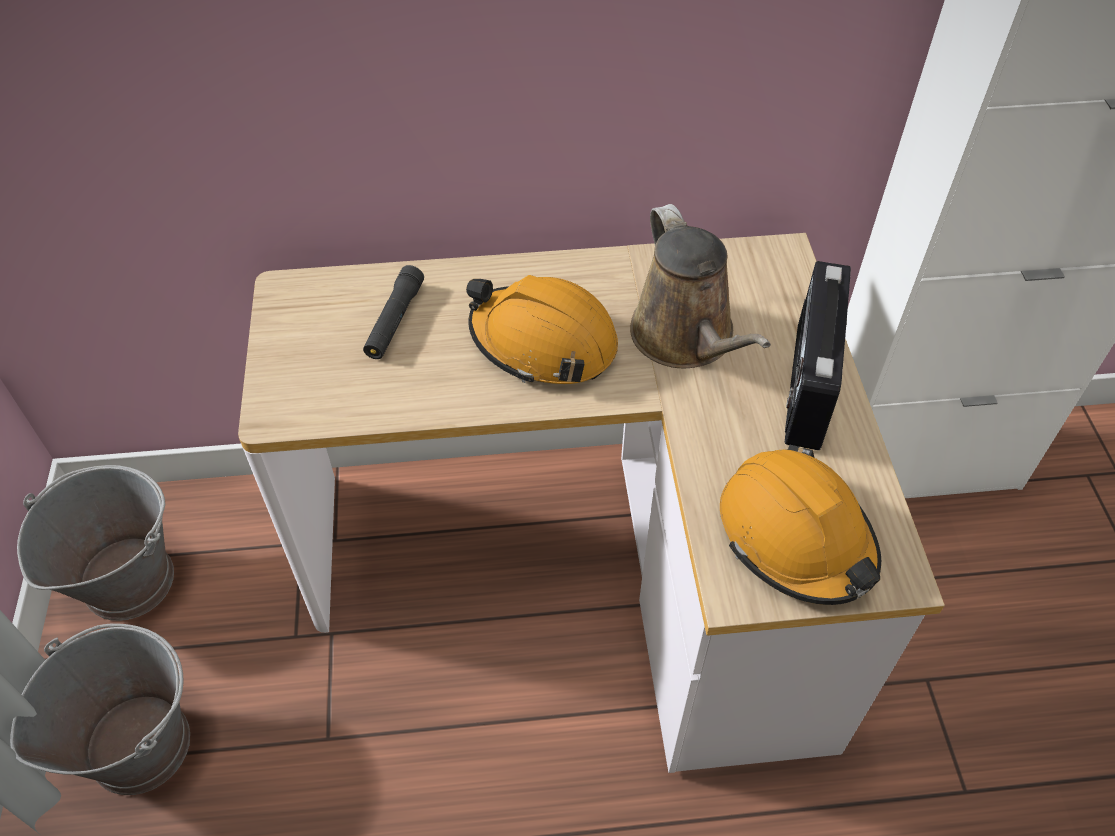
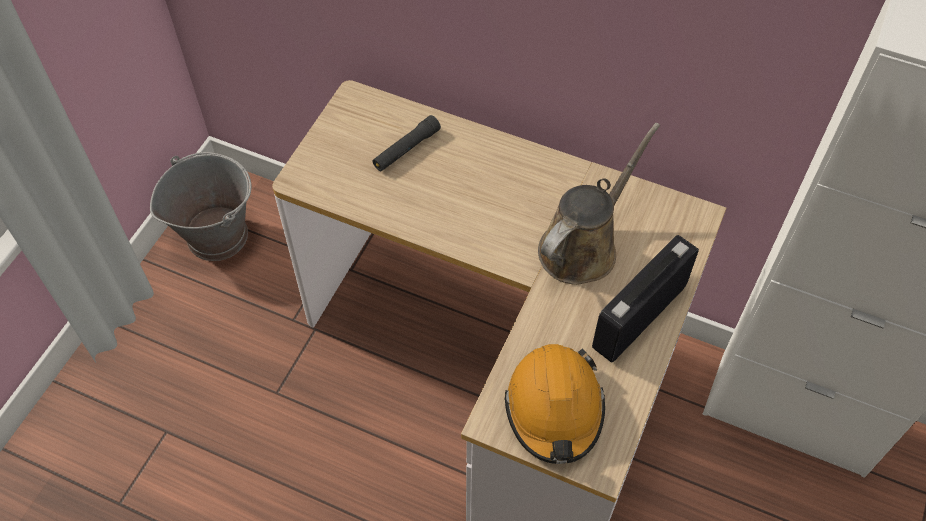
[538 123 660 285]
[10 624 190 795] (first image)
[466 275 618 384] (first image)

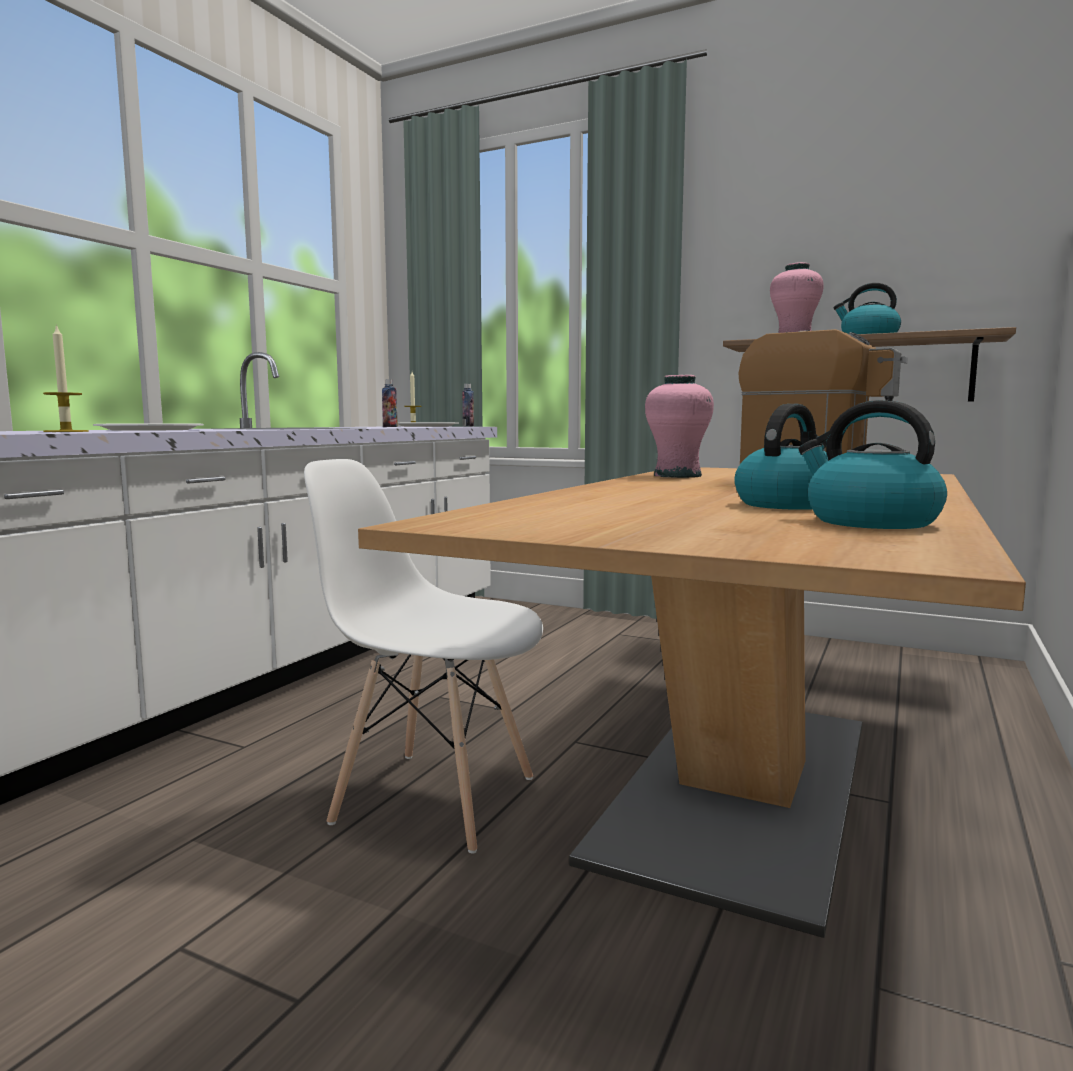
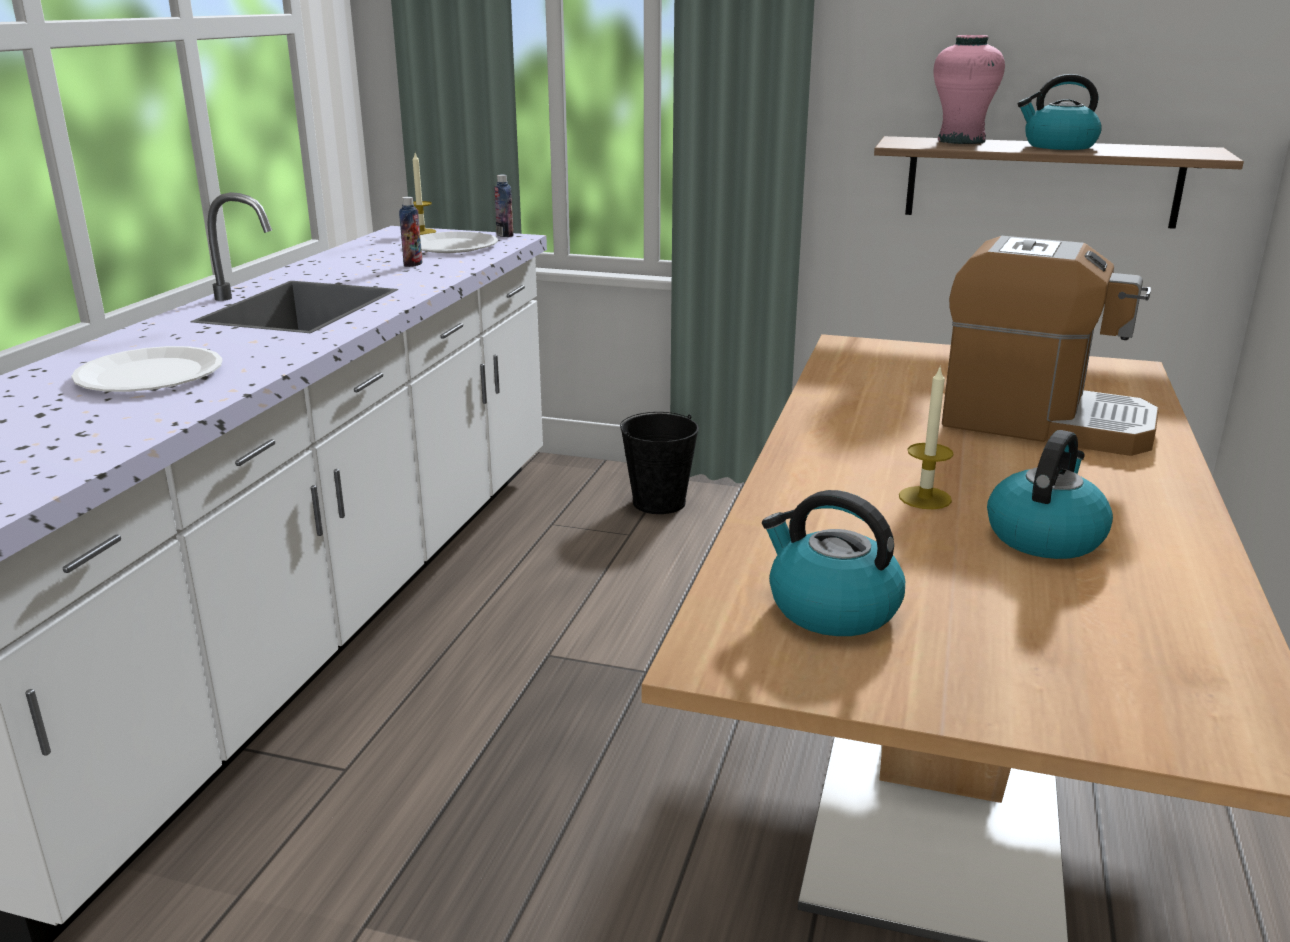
[620 412 699 514]
[762 490 905 636]
[899 365 954 509]
[304 459 543 854] (first image)
[645 375 714 478] (first image)

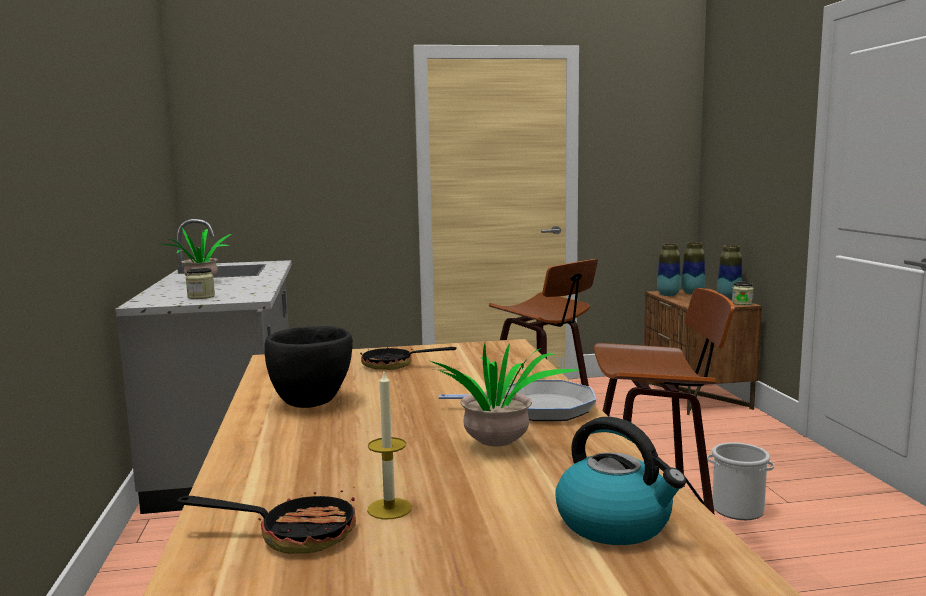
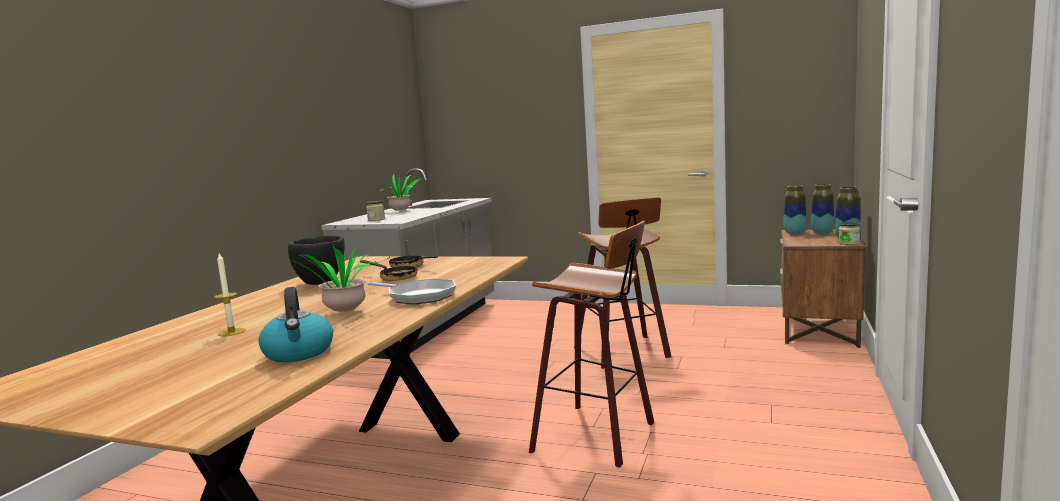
[360 260 417 281]
[707 442 774 520] (first image)

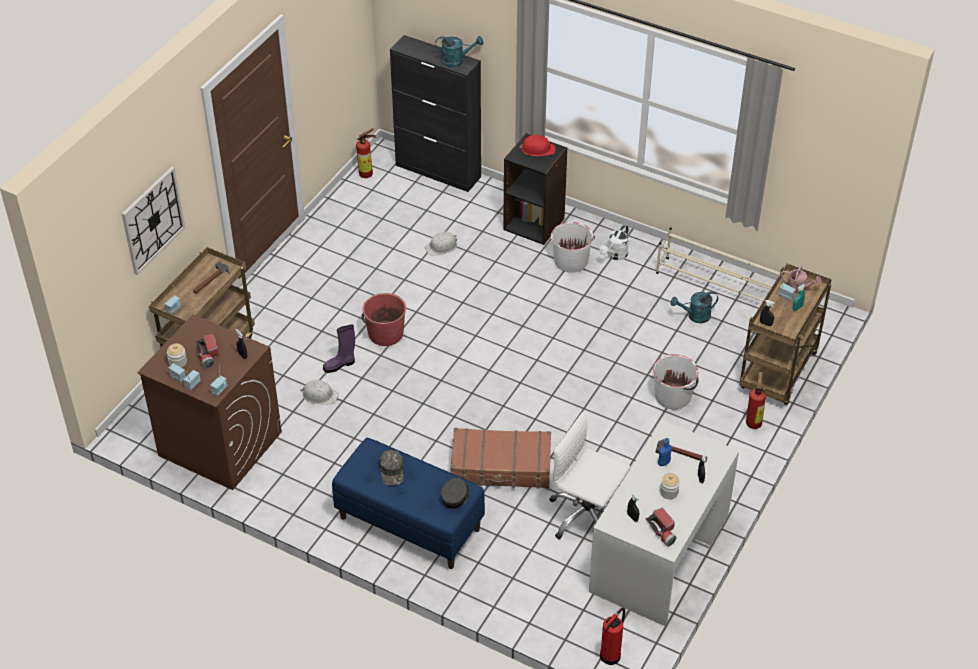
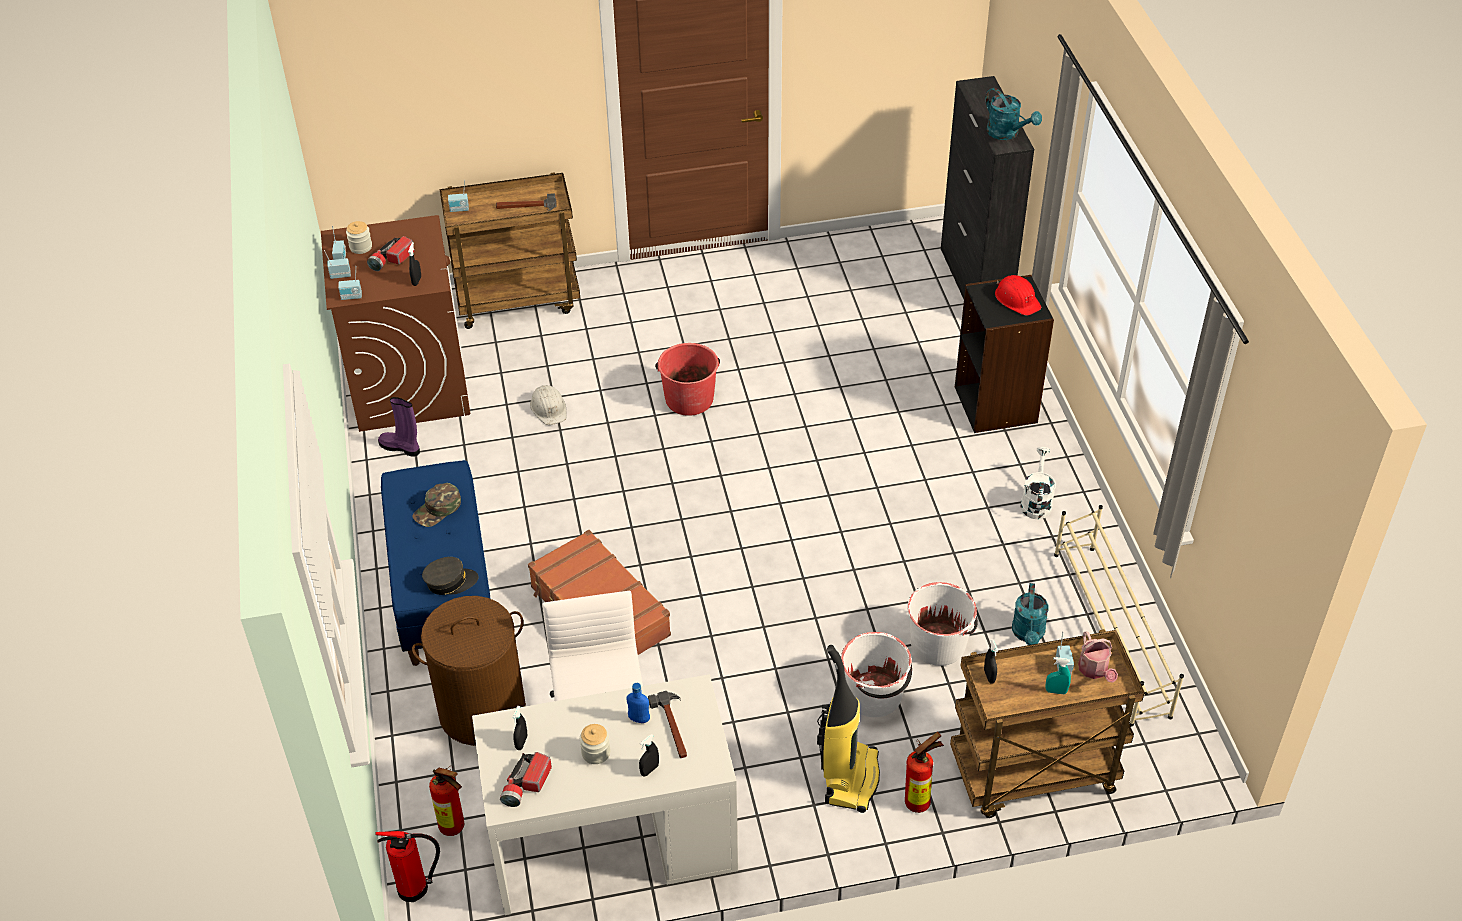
[378 397 420 457]
[412 596 526 746]
[429 765 464 836]
[817 645 880 813]
[907 582 978 666]
[1012 583 1049 645]
[1020 447 1056 519]
[122 167 185 275] (first image)
[425 231 457 256] (first image)

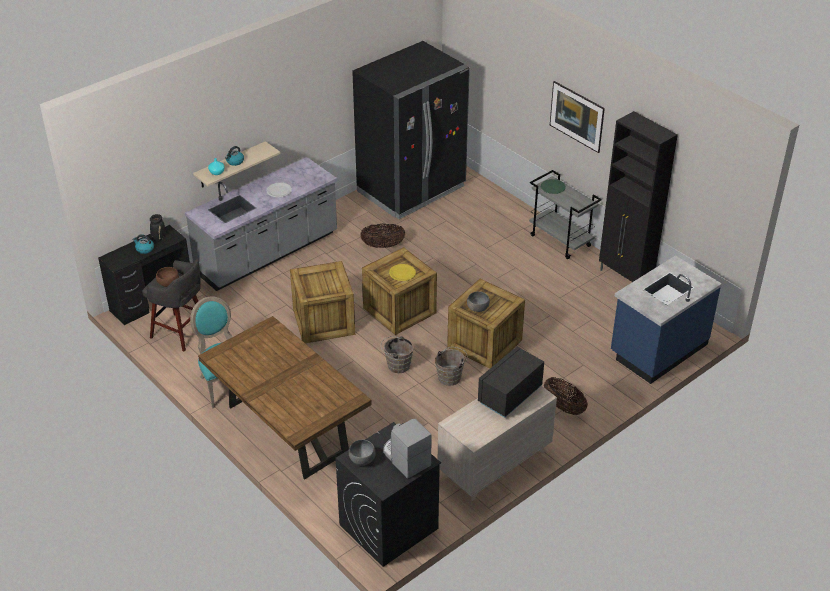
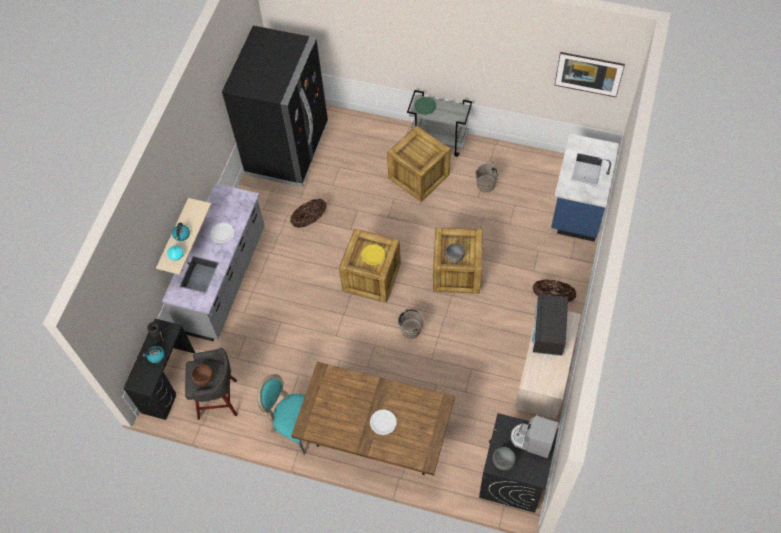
[370 409 397 435]
[387 125 451 202]
[476 161 499 193]
[555 52 625 97]
[599 111 678 282] (first image)

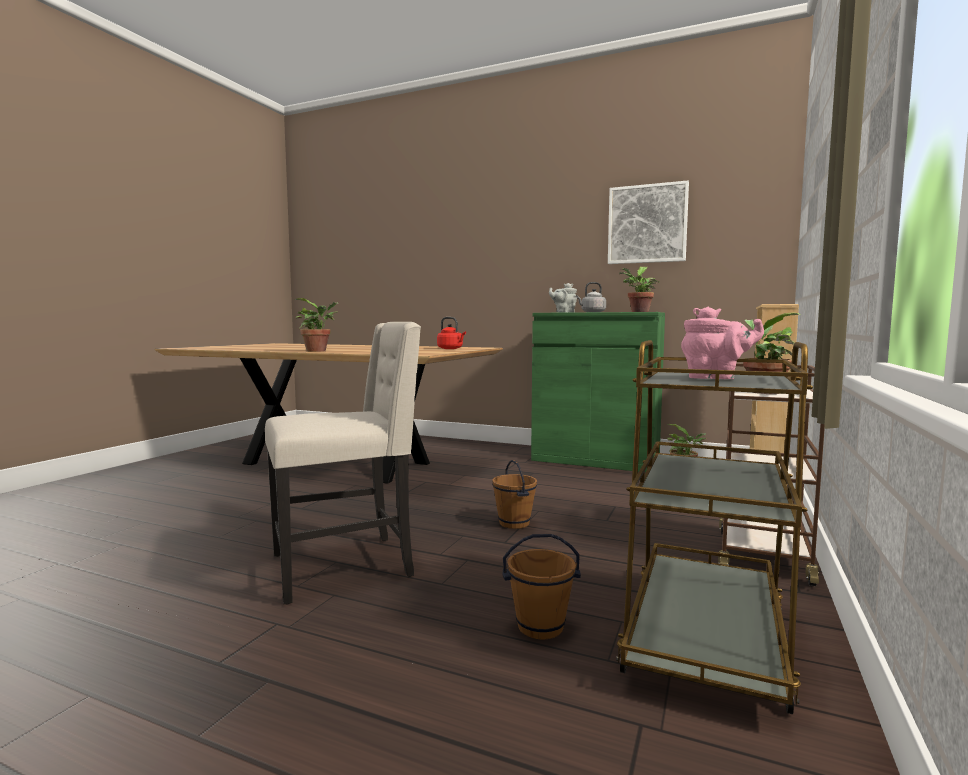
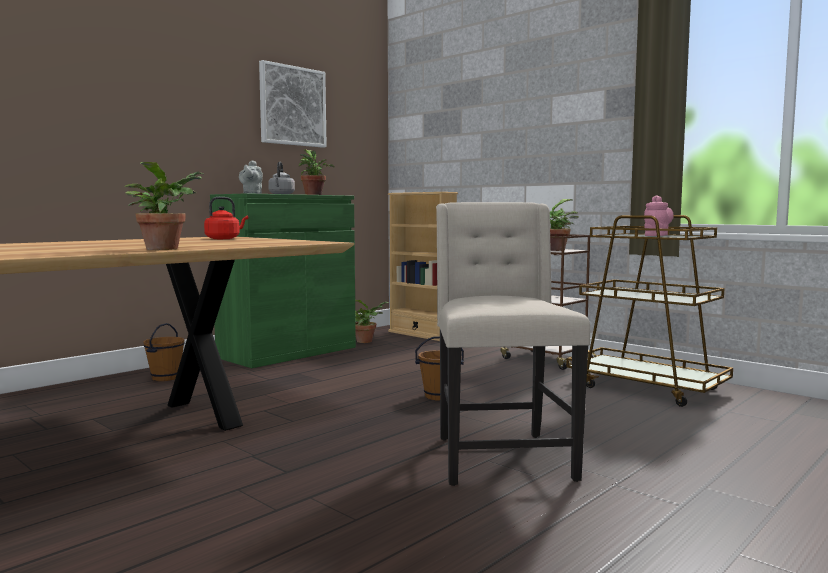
[143 323 185 381]

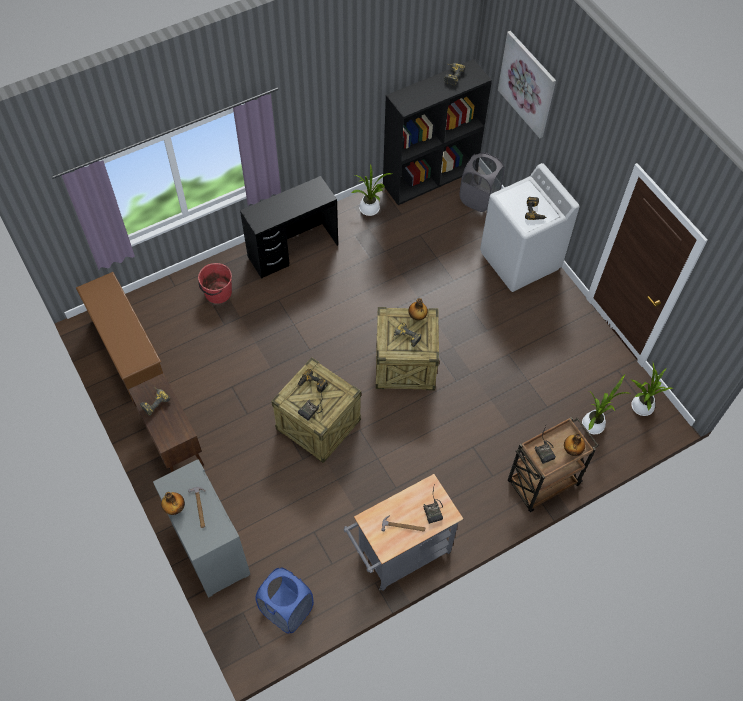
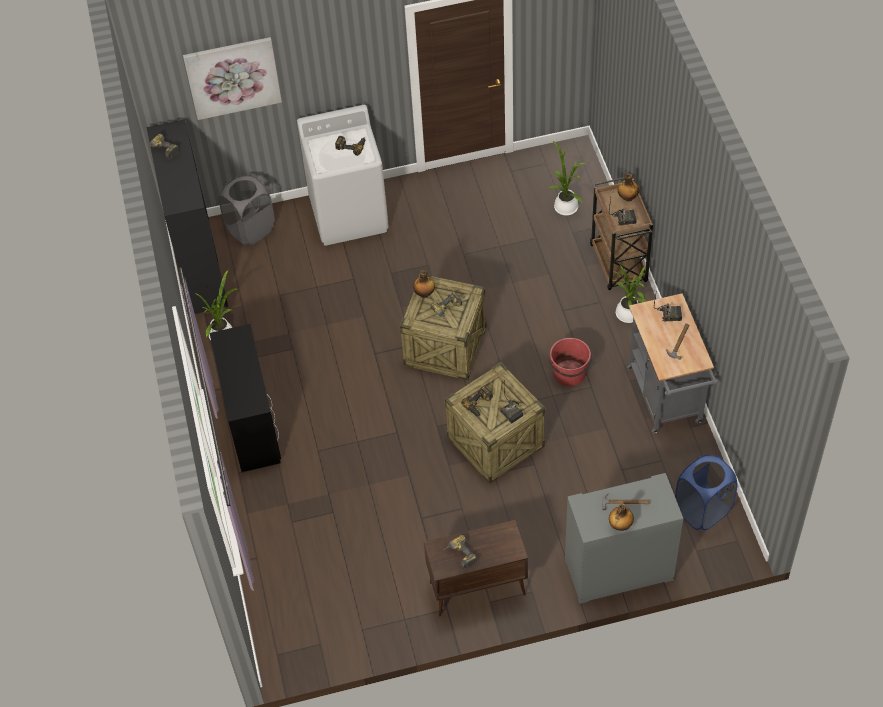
[549 338 593 386]
[612 264 646 323]
[76 272 163 401] (first image)

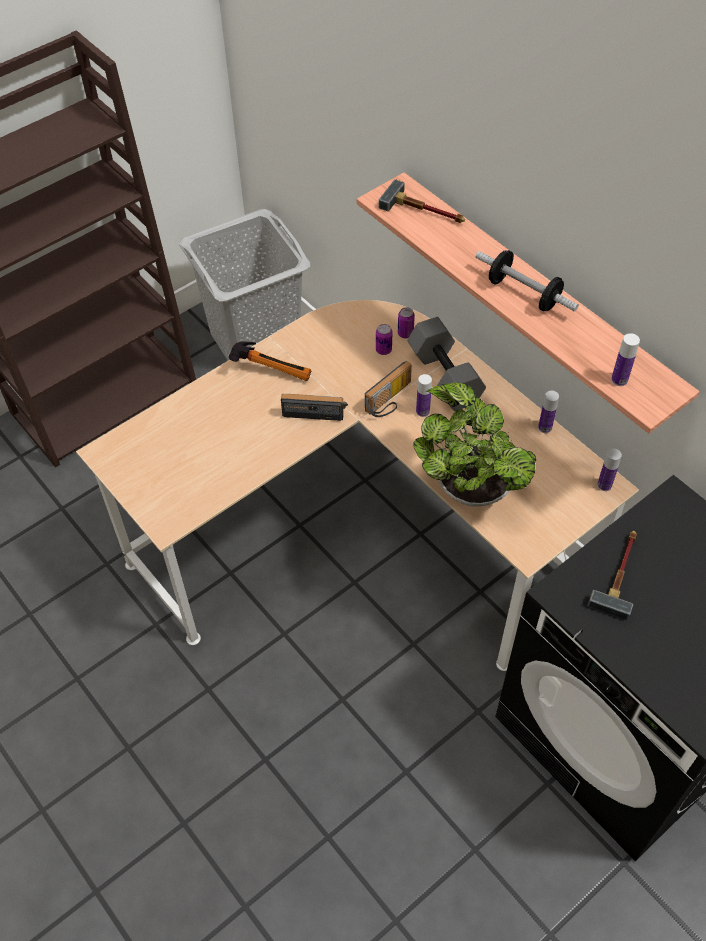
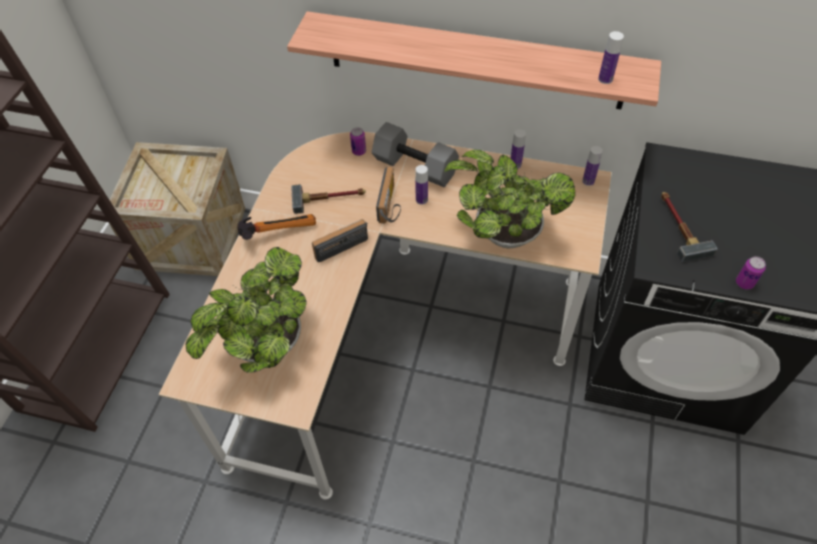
[108 142 245 276]
[186 247 307 373]
[291 184 366 214]
[736 256 766 290]
[476 250 579 312] (first image)

